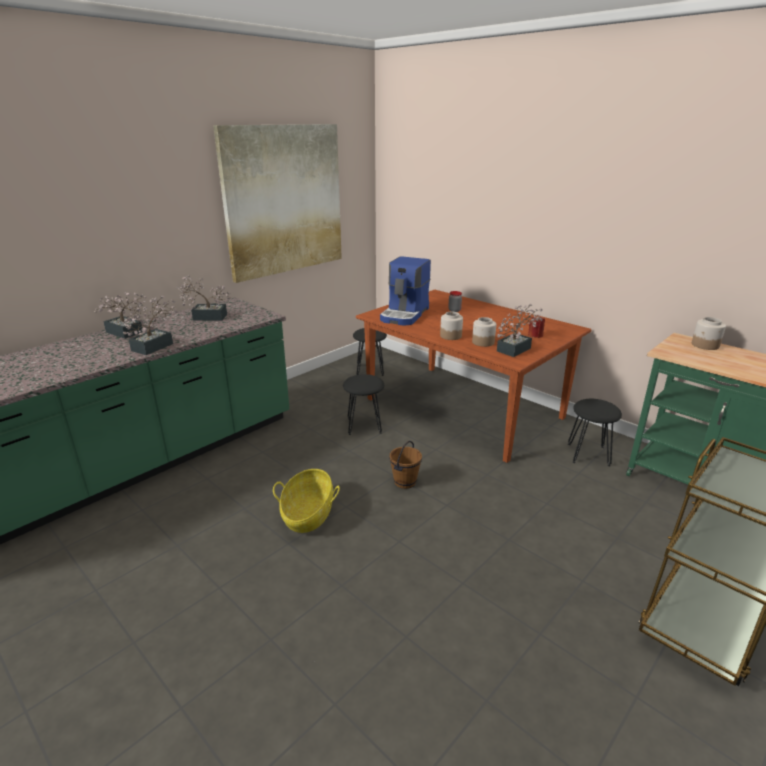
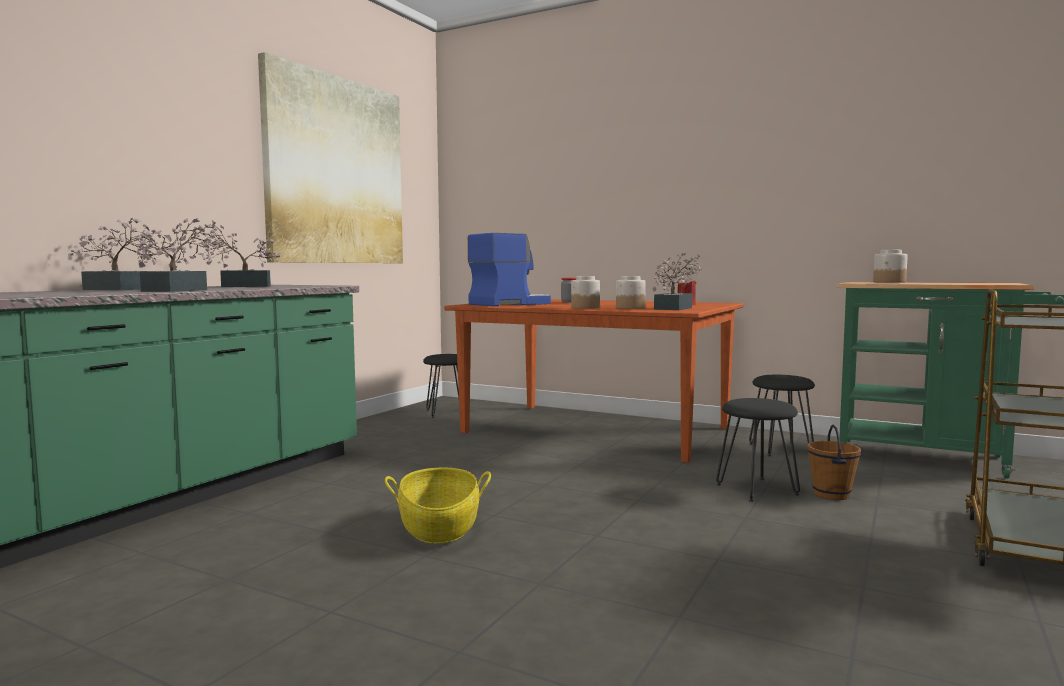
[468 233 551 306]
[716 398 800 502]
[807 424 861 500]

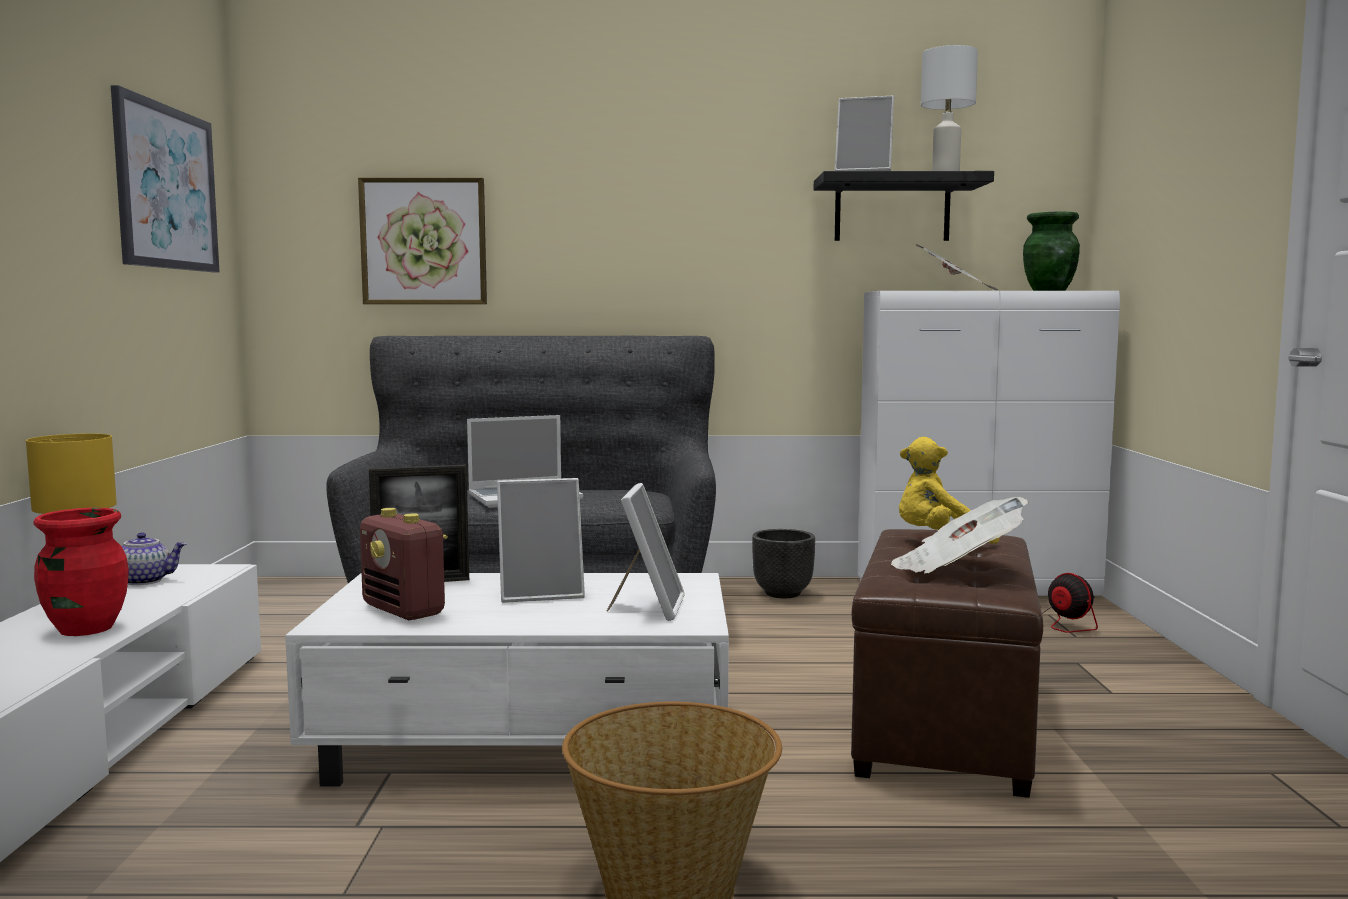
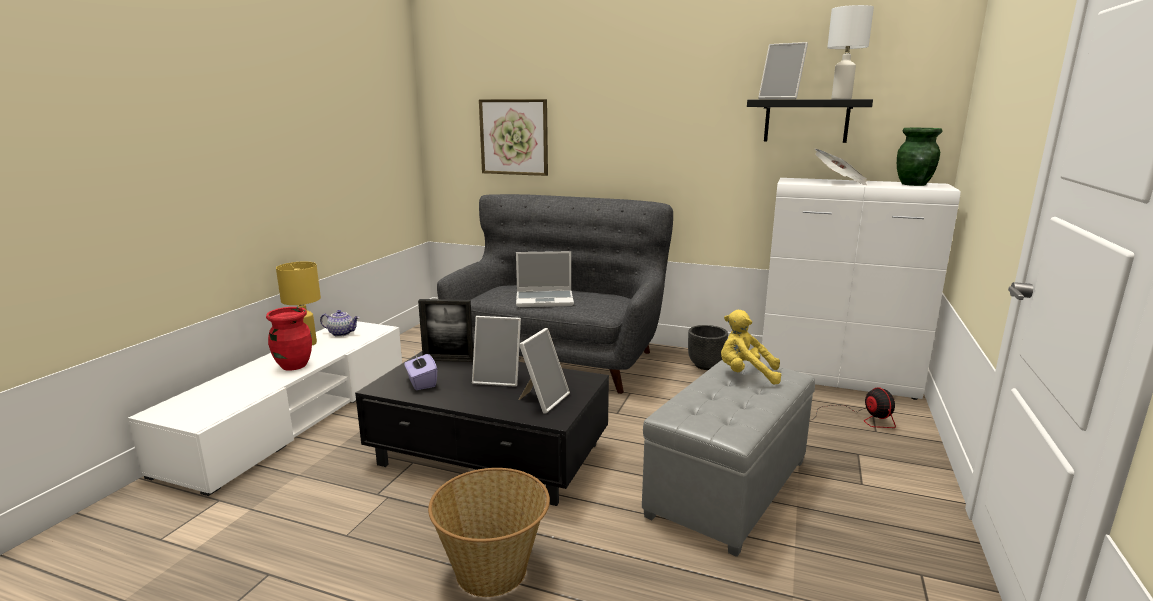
[355 351 609 506]
[404 352 437 390]
[642 360 815 557]
[111 85 220 272] (first image)
[891 497 1029 574] (first image)

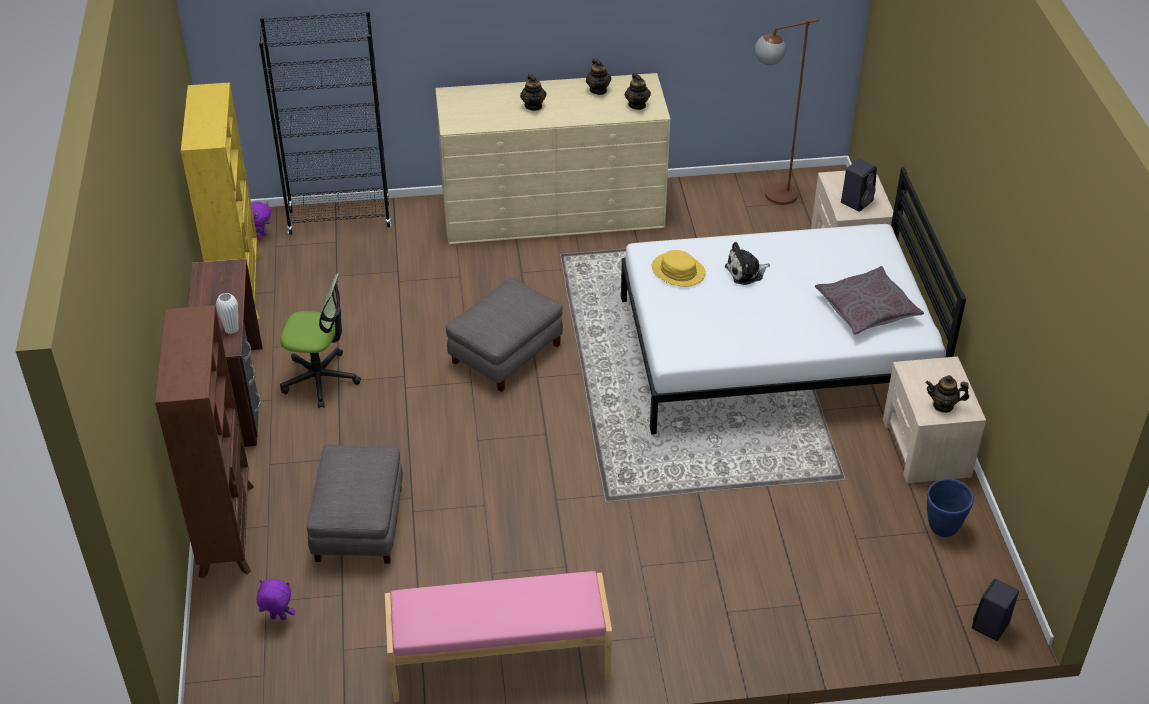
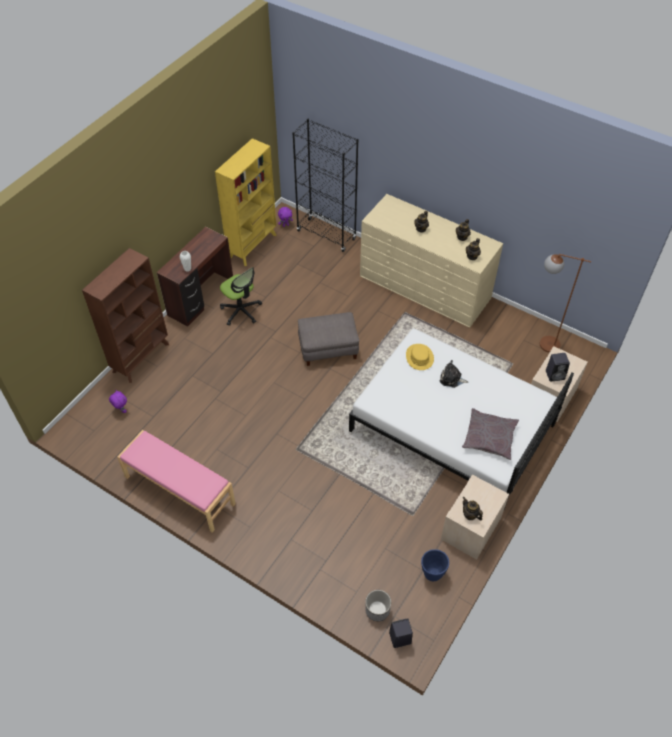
[365 590 391 621]
[306 445 403 564] (first image)

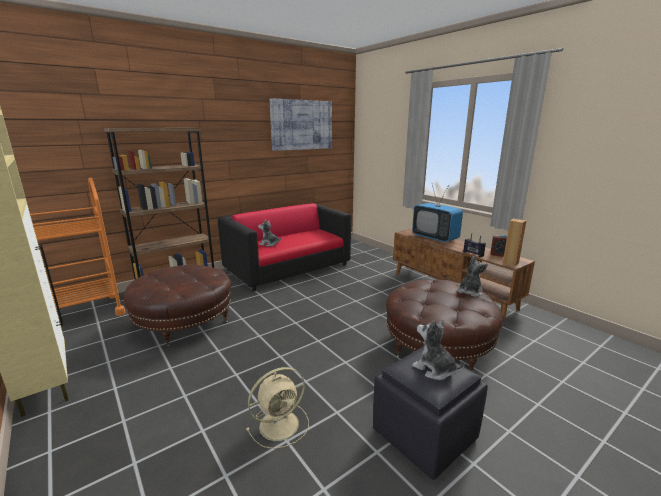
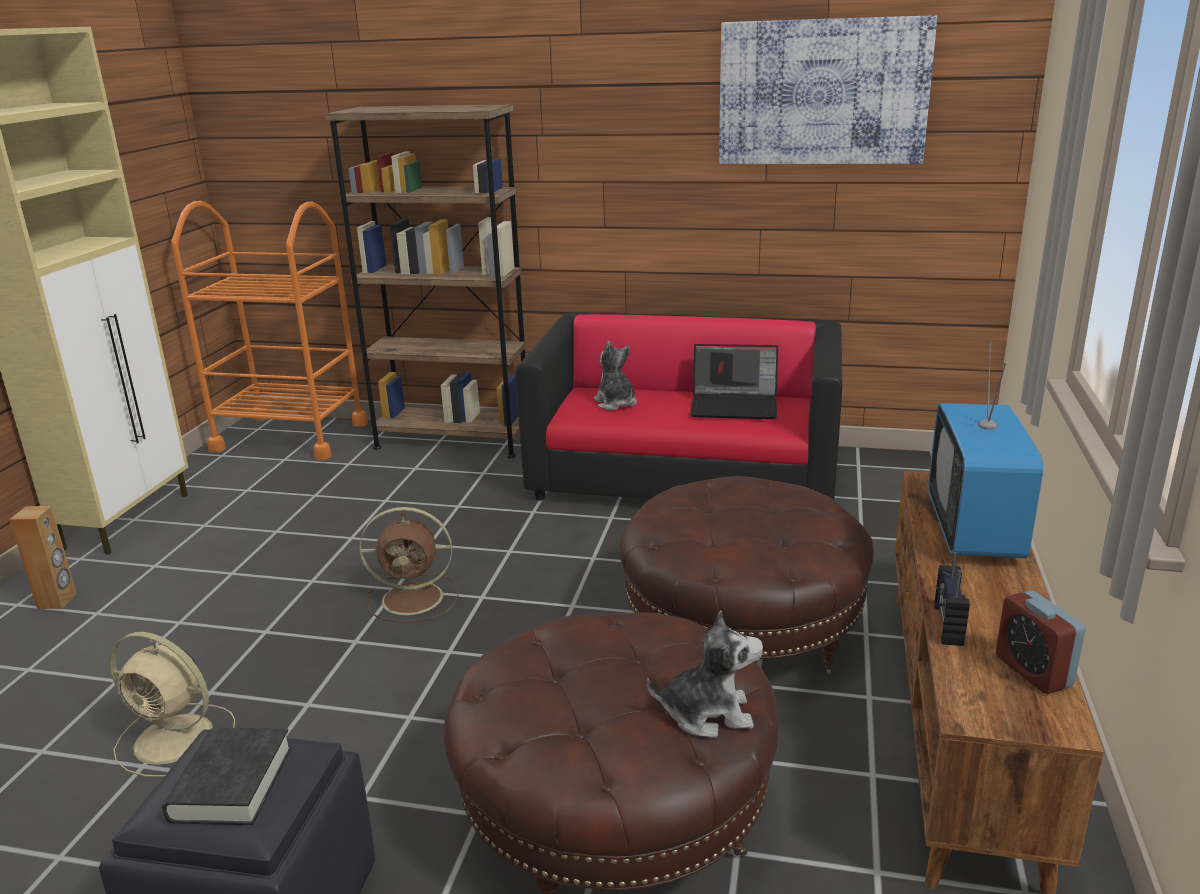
[9 506 77 609]
[162 728 292 825]
[360 507 458 623]
[619 476 874 676]
[690 344 778 419]

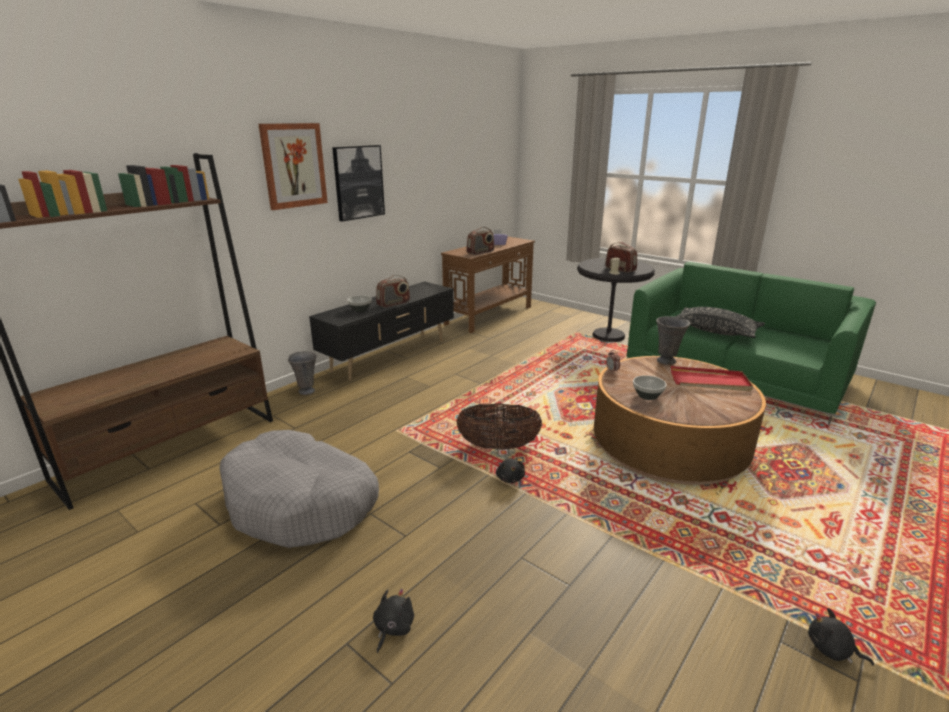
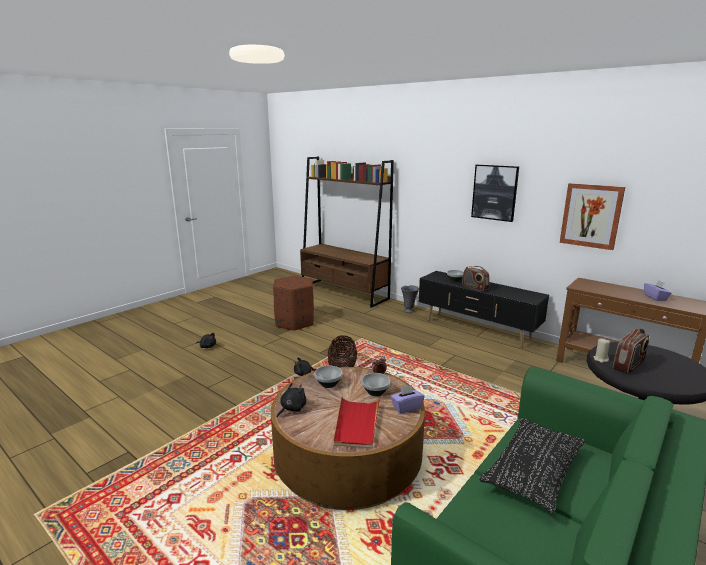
[273 276 314 331]
[277 383 306 417]
[362 373 390 396]
[390 385 425 414]
[560 183 625 250]
[466 227 494 255] (first image)

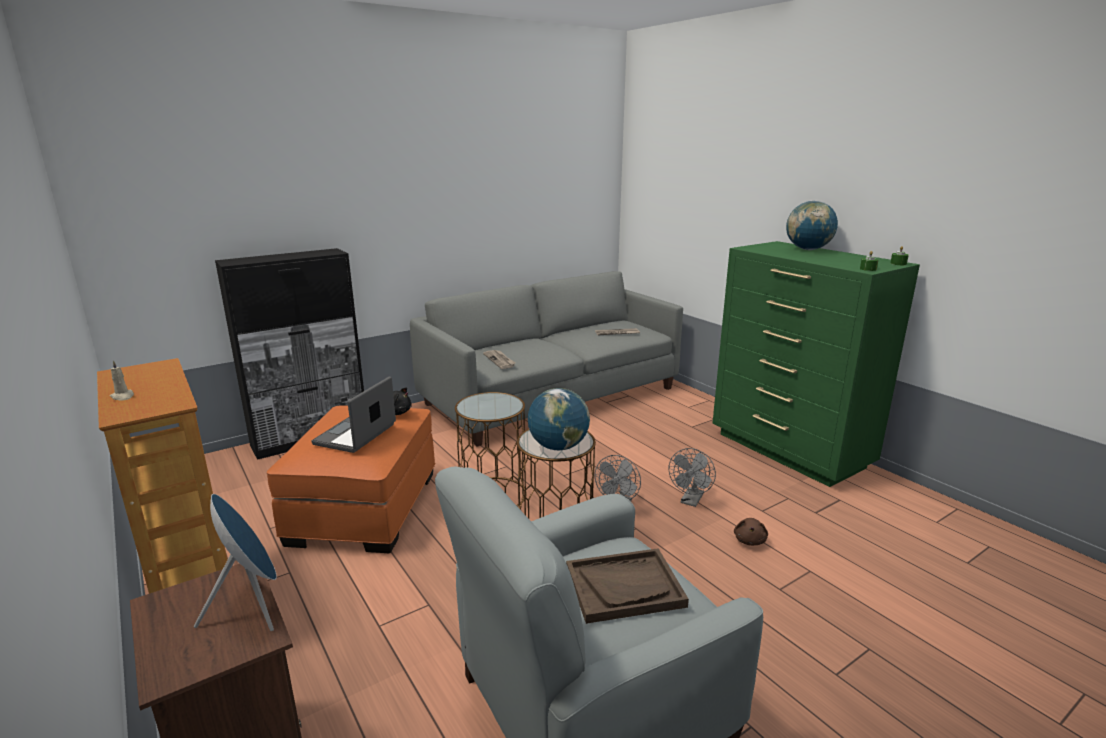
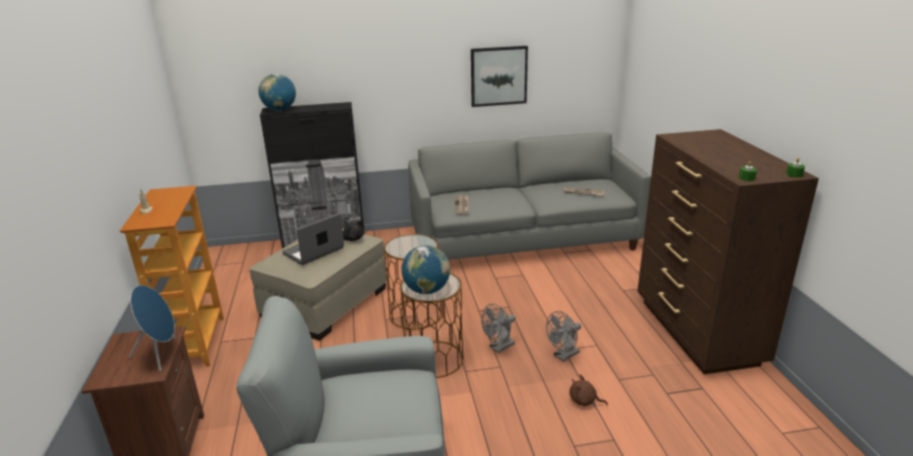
[249 228 387 341]
[258 74 296 111]
[471 46 528 107]
[569 374 608 407]
[637 129 819 374]
[566 548 689 624] (first image)

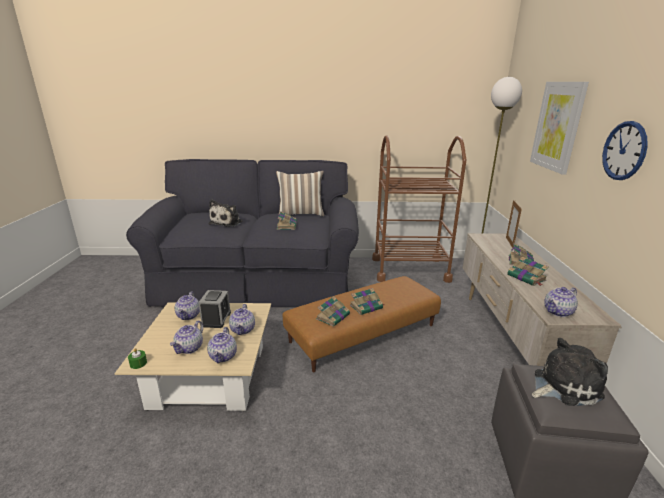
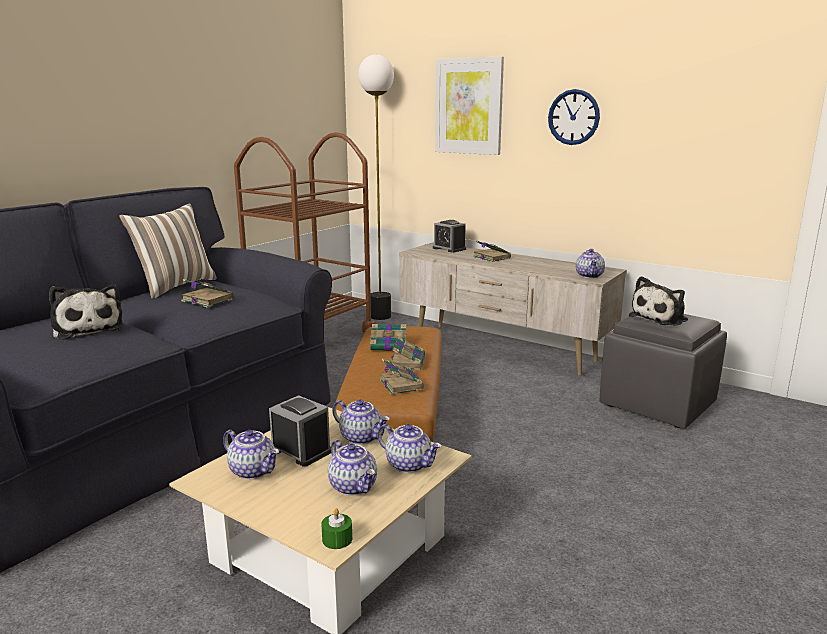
[370 324 407 351]
[433 220 466 253]
[629 276 688 326]

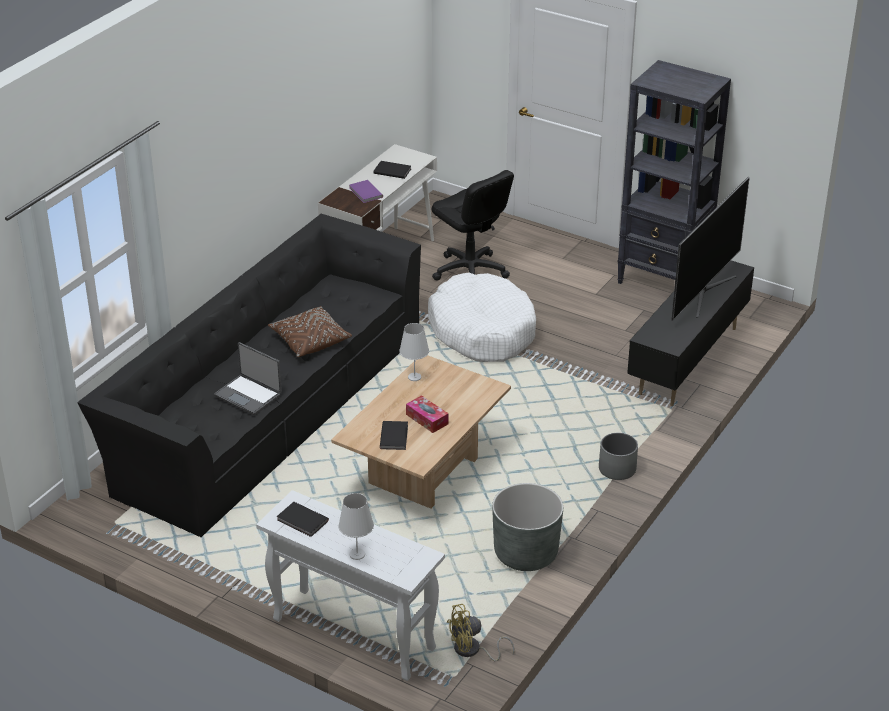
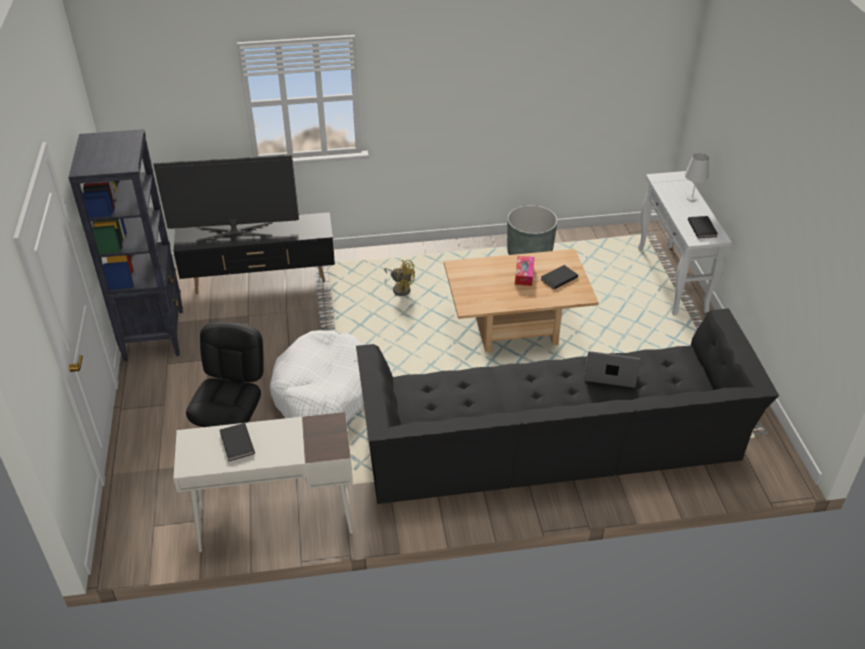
[384 260 415 296]
[584 351 641 388]
[268 306 352 357] (first image)
[349 180 383 203] (first image)
[399 323 429 381] (first image)
[599 433 638 480] (first image)

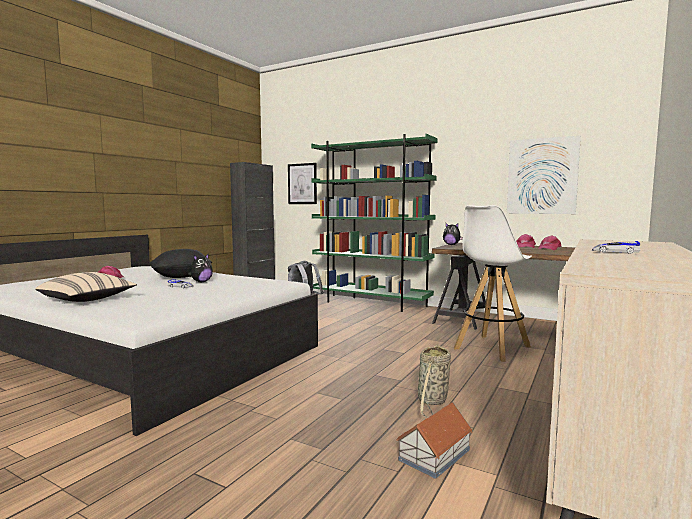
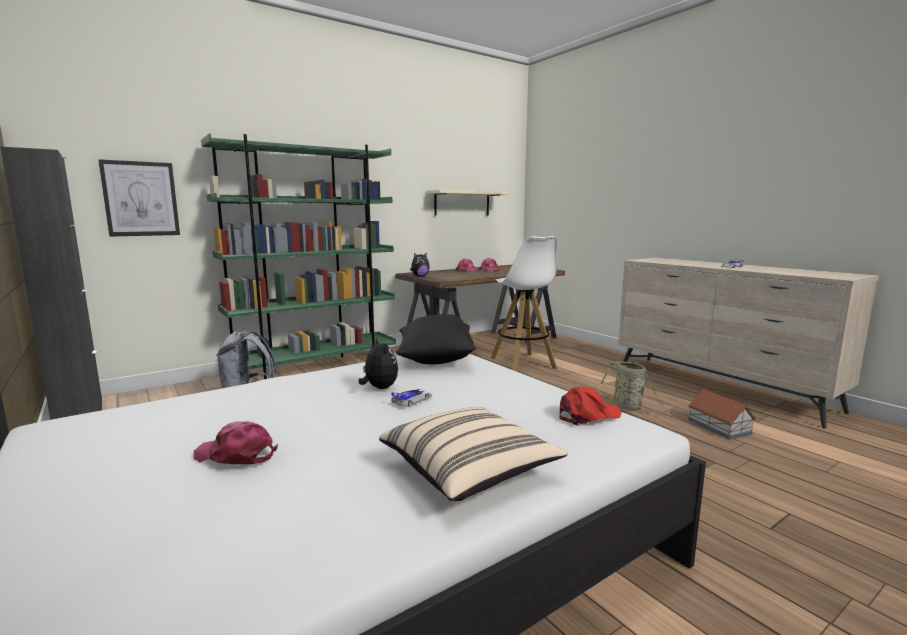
[396 314 476 364]
[427 190 509 216]
[559 387 622 426]

